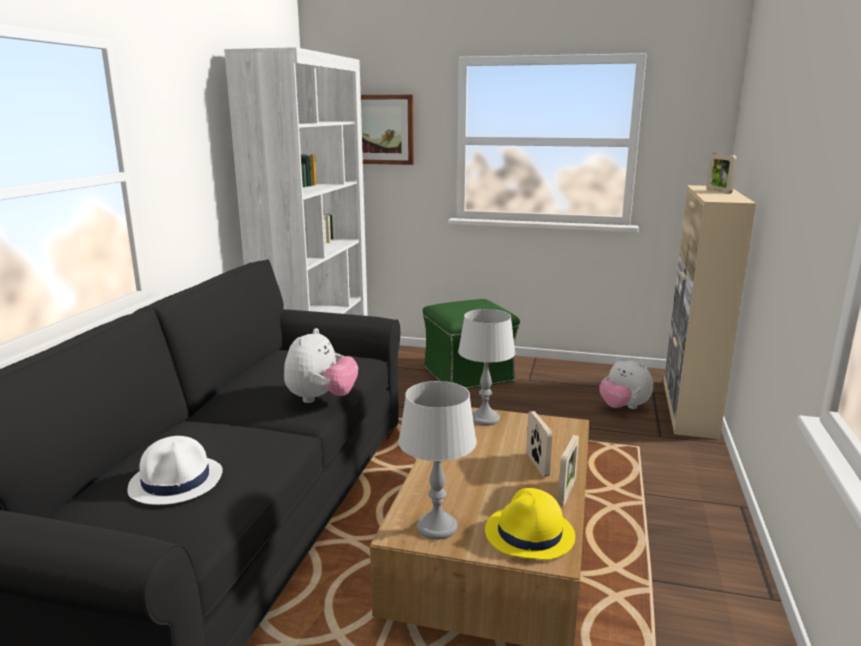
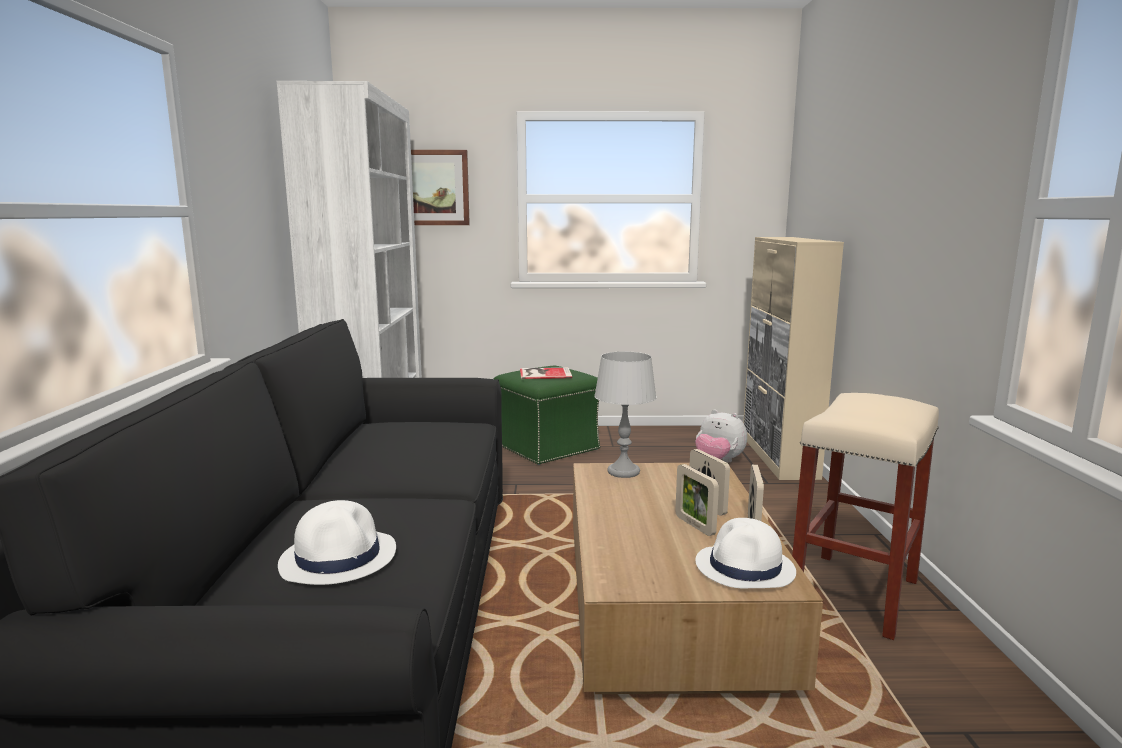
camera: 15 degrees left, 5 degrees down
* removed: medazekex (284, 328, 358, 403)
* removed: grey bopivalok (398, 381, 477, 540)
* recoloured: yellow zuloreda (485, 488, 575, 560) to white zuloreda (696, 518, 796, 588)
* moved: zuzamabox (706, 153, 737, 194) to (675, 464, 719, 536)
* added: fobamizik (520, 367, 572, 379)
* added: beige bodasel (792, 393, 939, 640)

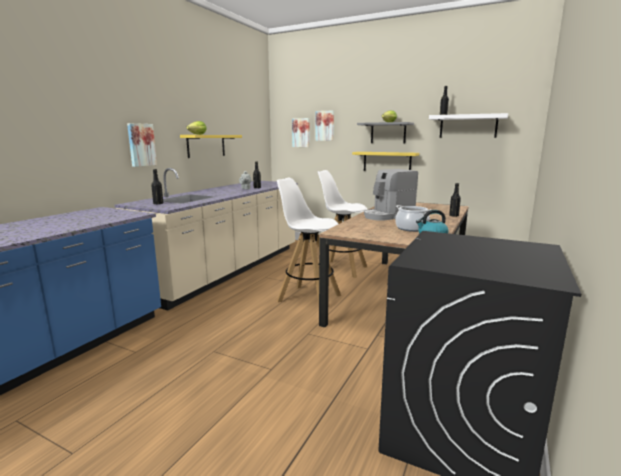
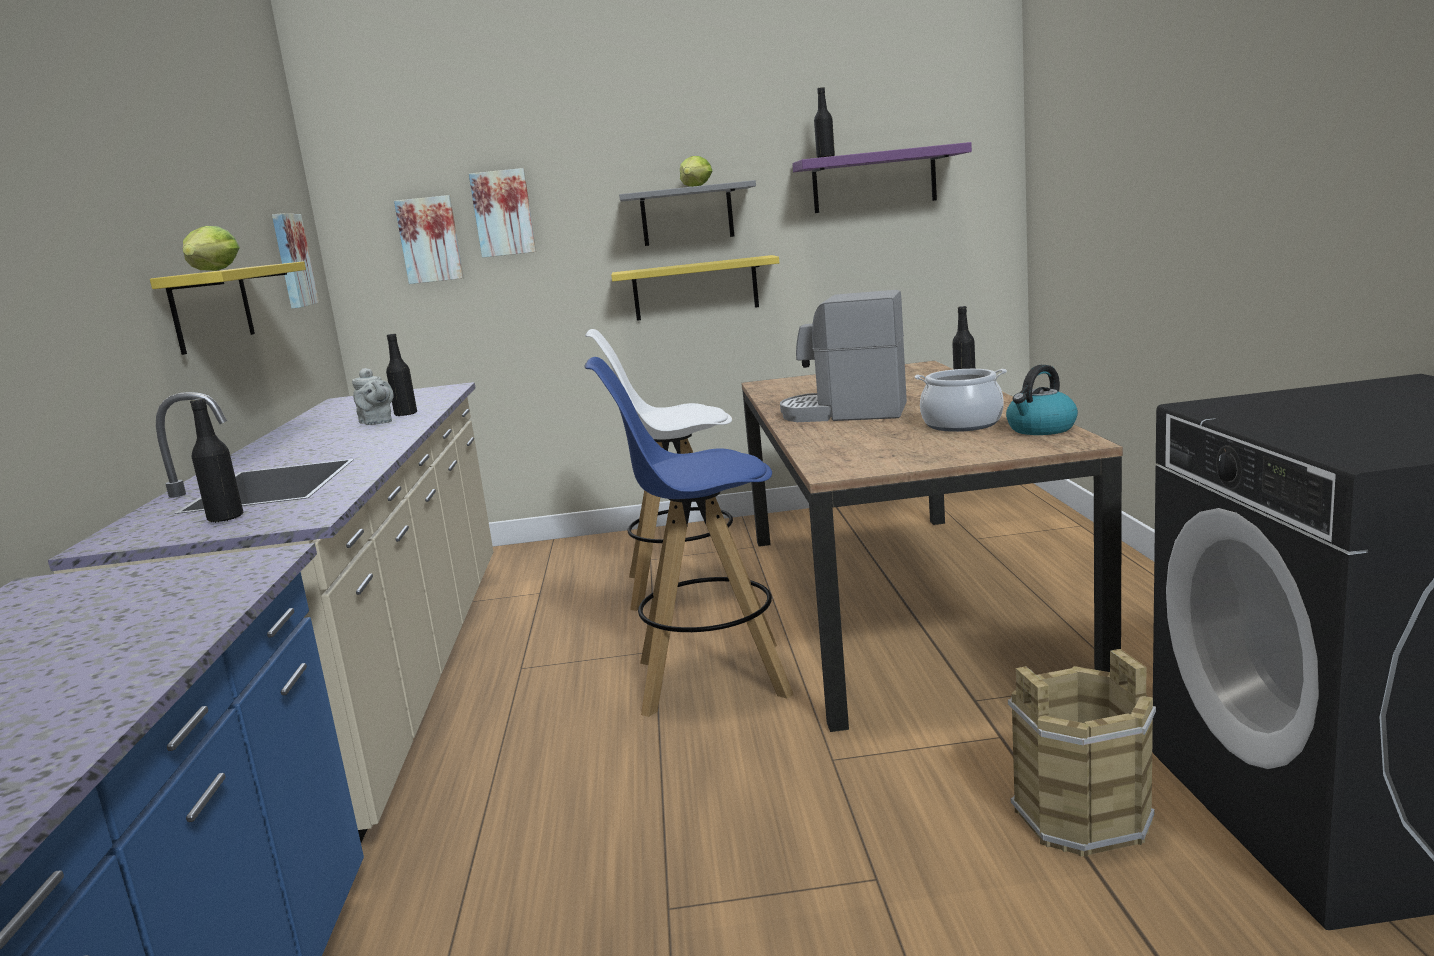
camera: 30 degrees left, 0 degrees up
* moved: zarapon (127, 123, 157, 167) to (272, 214, 319, 308)
* recoloured: white bodasel (277, 178, 341, 304) to blue bodasel (584, 357, 794, 717)
* turned: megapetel (364, 169, 418, 221) = (780, 290, 907, 422) 75 degrees clockwise
* recoloured: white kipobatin (429, 113, 508, 138) to purple kipobatin (792, 142, 972, 213)
* added: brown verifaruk (1008, 649, 1156, 857)

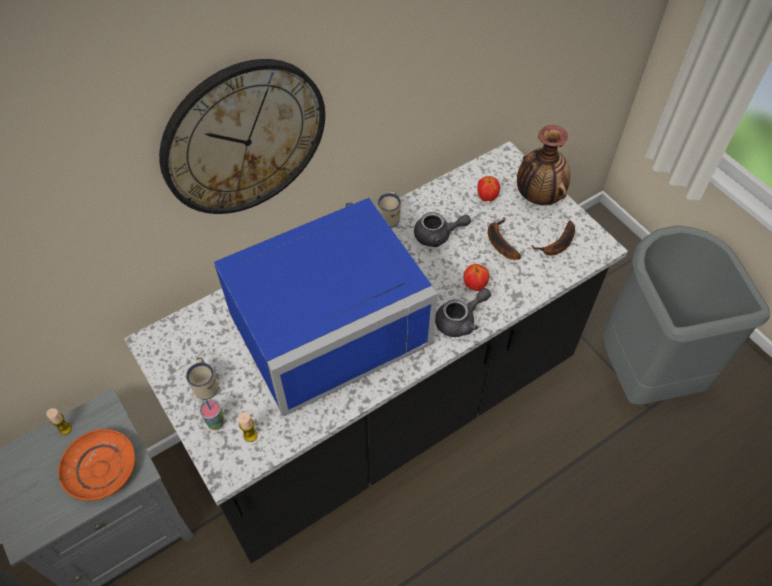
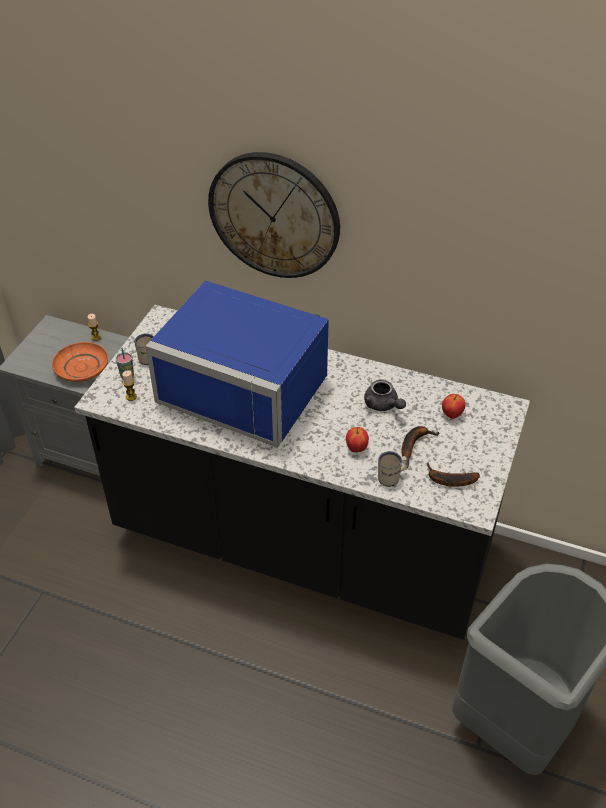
camera: 55 degrees right, 10 degrees down
* moved: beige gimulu (378, 191, 401, 228) to (378, 451, 409, 487)
* removed: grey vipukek (435, 288, 491, 337)
* removed: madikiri (517, 125, 570, 206)

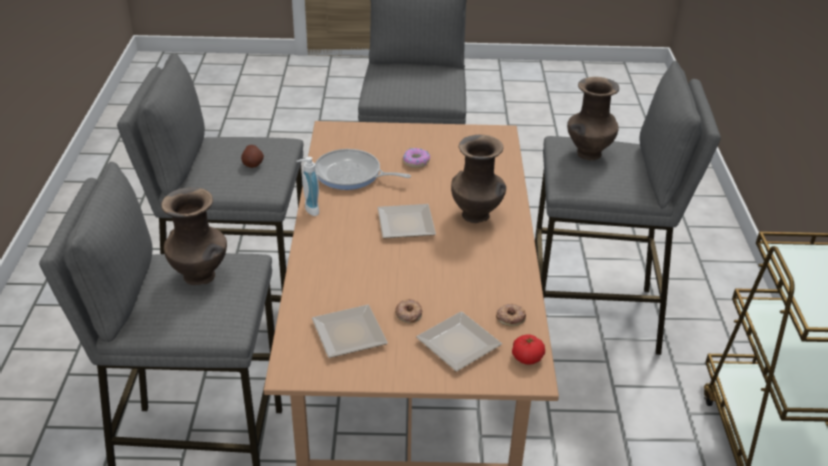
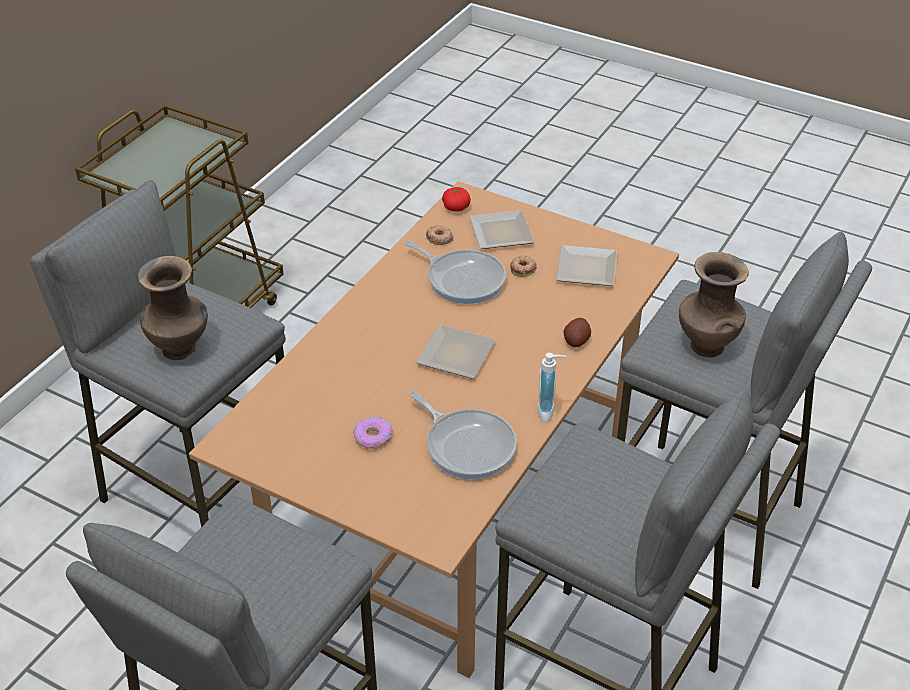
camera: 150 degrees left, 5 degrees up
* moved: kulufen (241, 145, 264, 168) to (563, 318, 591, 347)
* removed: brown madikiri (451, 135, 506, 223)
* added: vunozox (405, 241, 506, 304)

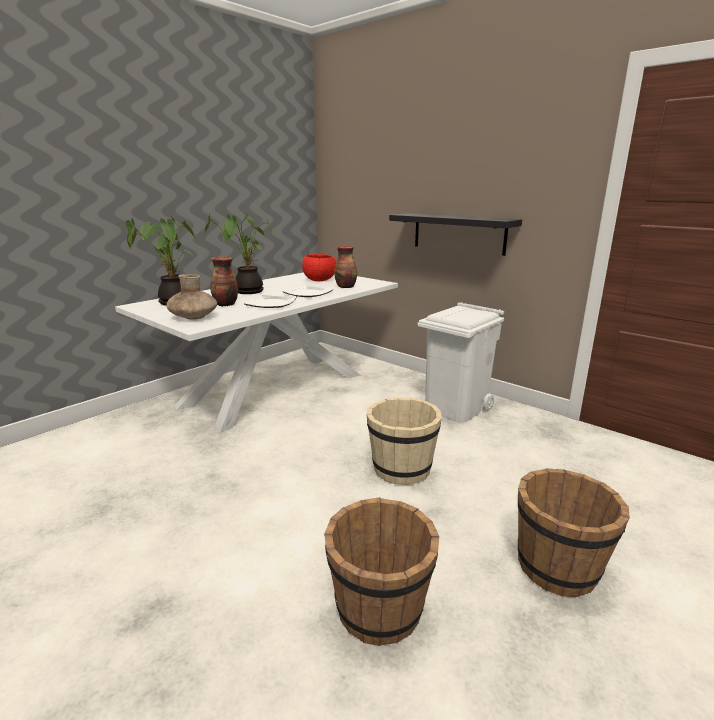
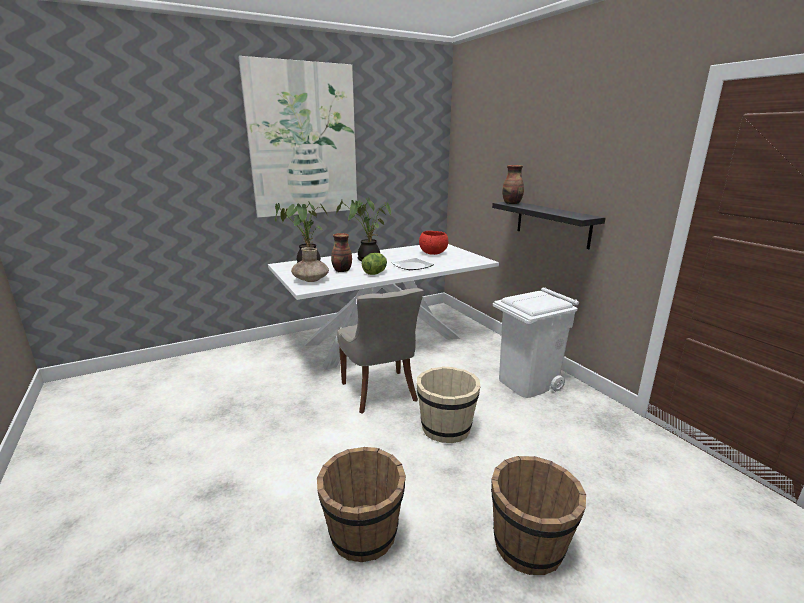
camera: 20 degrees right, 0 degrees up
* replaced: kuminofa (244, 295, 297, 308) to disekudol (362, 253, 387, 275)
* moved: madikiri (334, 246, 357, 288) to (502, 165, 524, 204)
* added: zarapon (238, 56, 357, 218)
* added: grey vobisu (337, 288, 424, 414)

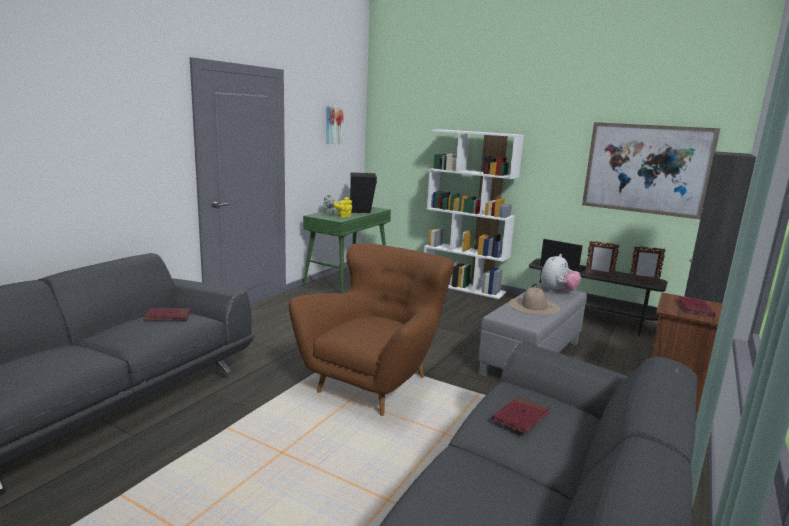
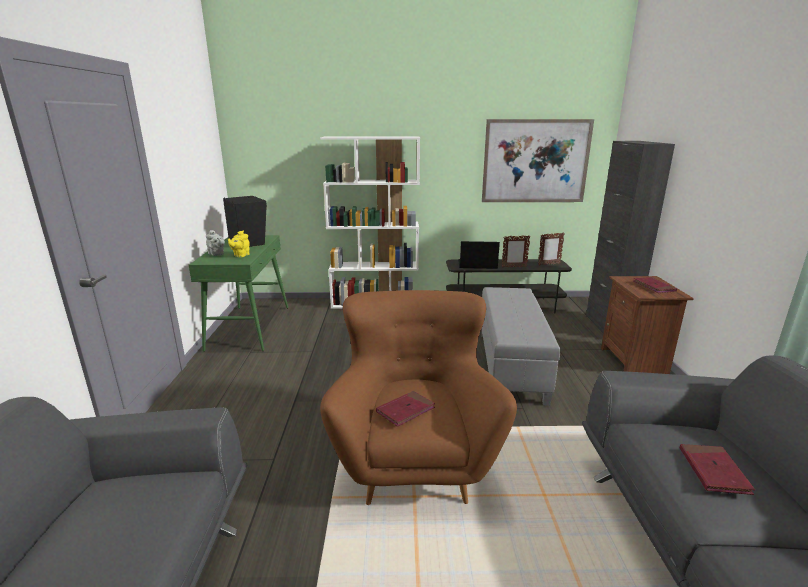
camera: 30 degrees left, 5 degrees up
* moved: red fobamizik (144, 308, 191, 321) to (376, 391, 435, 427)
* removed: zarapon (326, 106, 344, 144)
* removed: beige zuloreda (509, 287, 560, 315)
* removed: medazekex (541, 254, 581, 292)

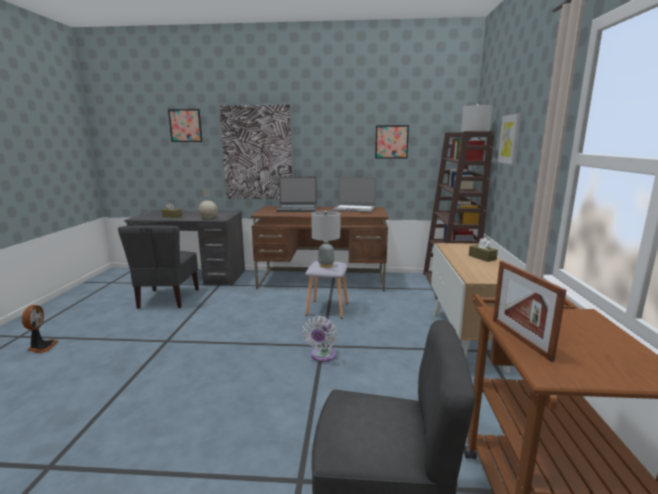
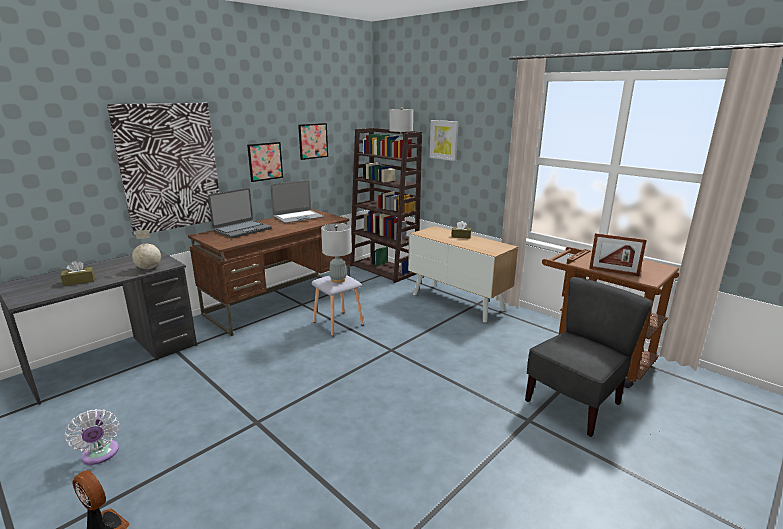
camera: 50 degrees left, 5 degrees up
* removed: grey vobisu (118, 225, 199, 309)
* moved: zarapon (168, 109, 202, 142) to (247, 142, 283, 182)
* moved: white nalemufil (303, 316, 337, 362) to (65, 409, 119, 465)

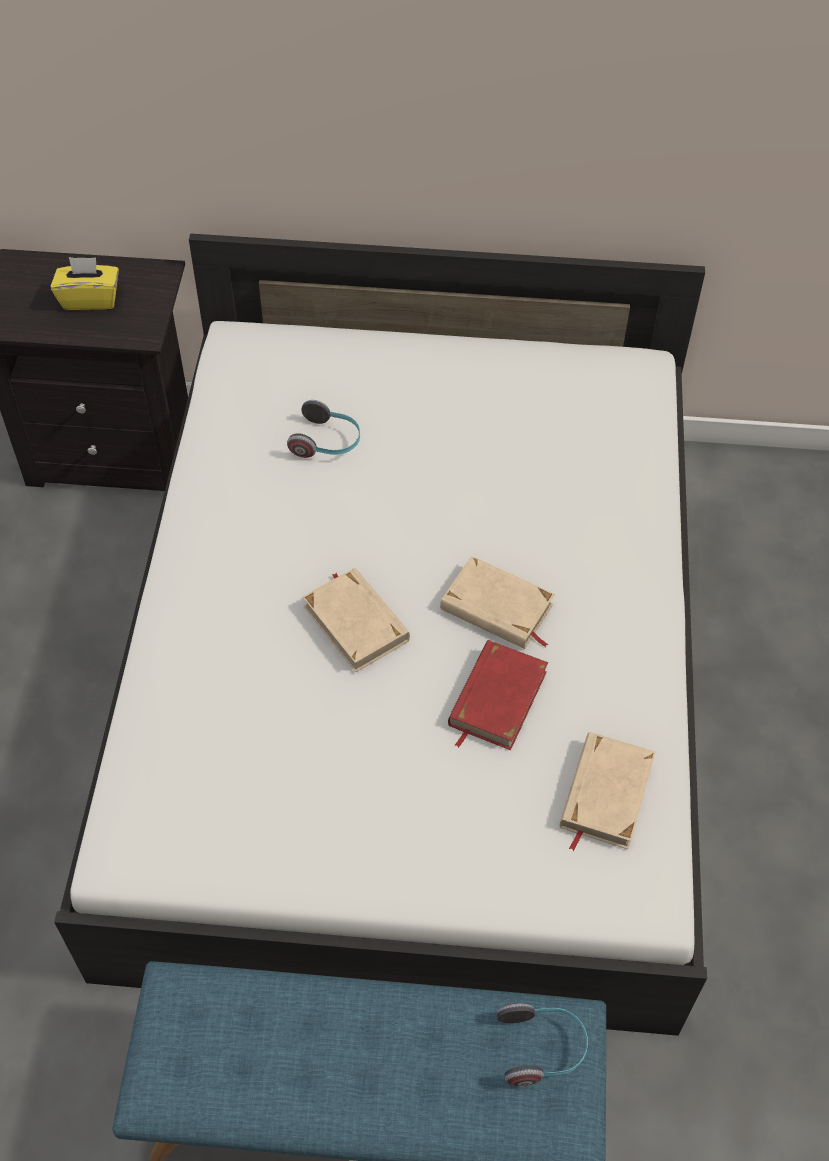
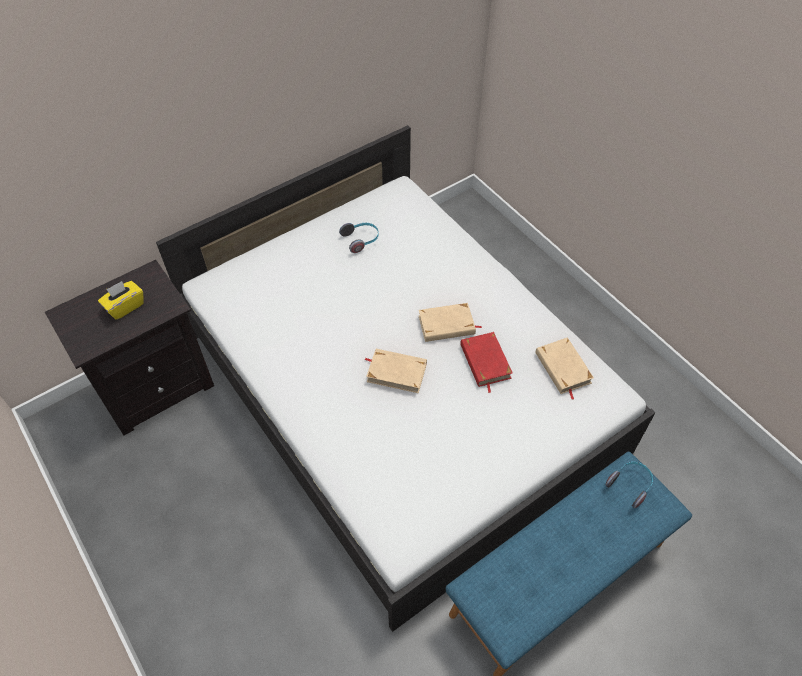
camera: 40 degrees left, 0 degrees up
* moved: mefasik (287, 400, 360, 458) to (339, 223, 379, 253)

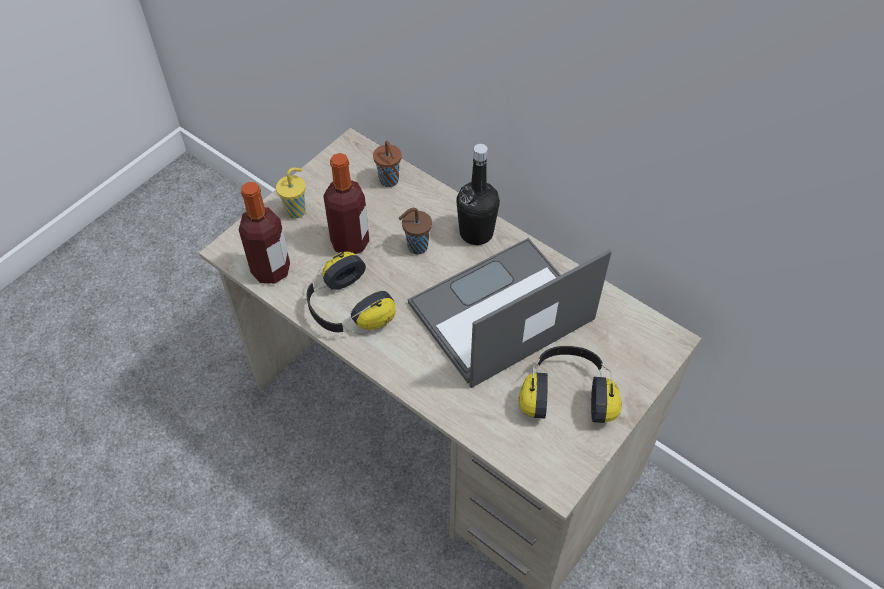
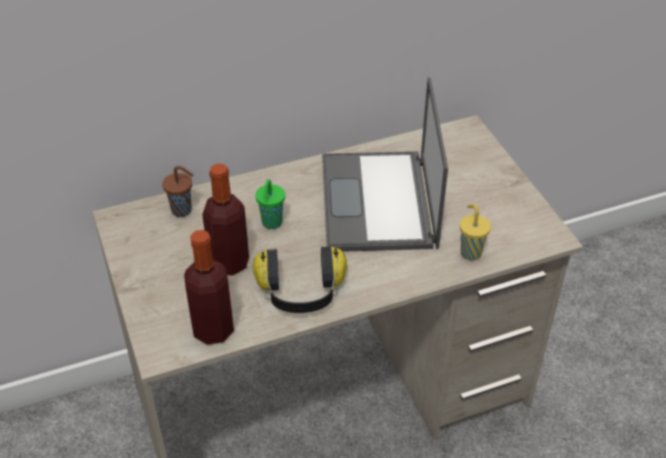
camera: 60 degrees left, 10 degrees down
* moved: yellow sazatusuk (276, 167, 306, 219) to (460, 204, 491, 260)
* recoloured: brown sazatusuk (399, 208, 432, 255) to green sazatusuk (255, 179, 285, 229)
* removed: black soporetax (456, 144, 500, 245)
* removed: mefasik (518, 346, 622, 423)

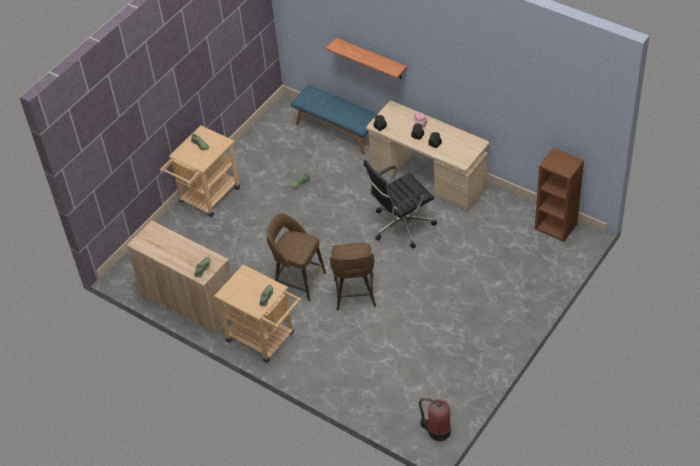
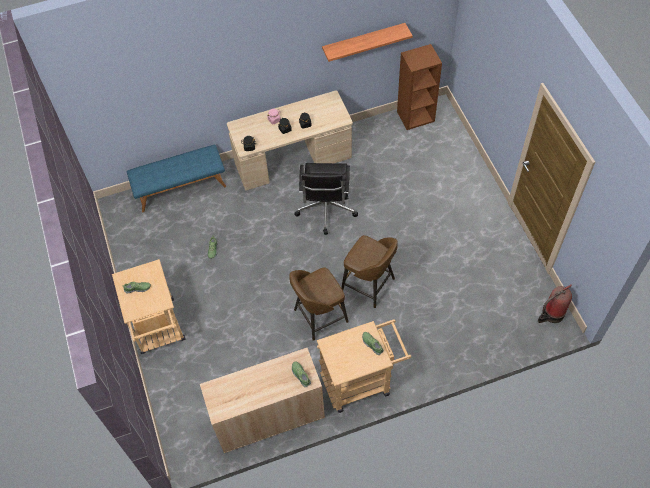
camera: 55 degrees left, 10 degrees up
* moved: kipobatin (326, 38, 407, 79) to (322, 23, 413, 62)

